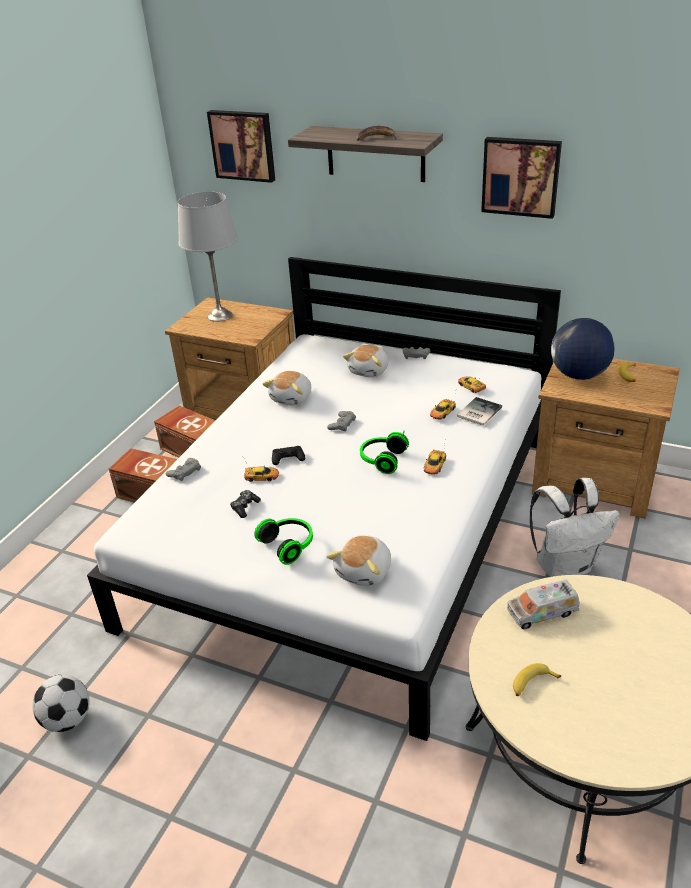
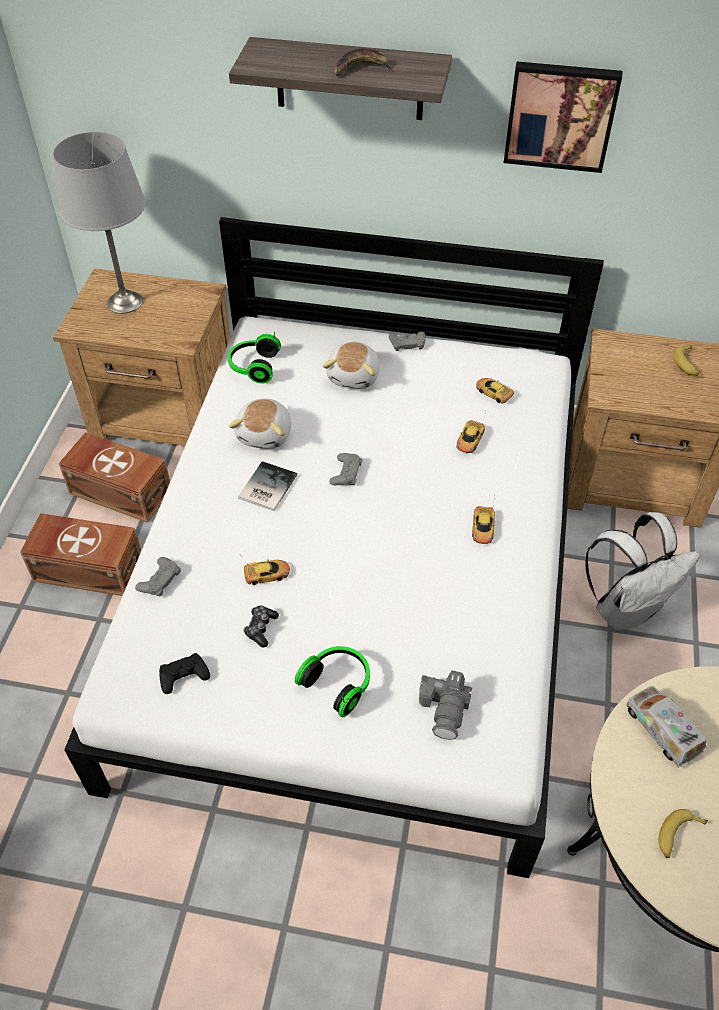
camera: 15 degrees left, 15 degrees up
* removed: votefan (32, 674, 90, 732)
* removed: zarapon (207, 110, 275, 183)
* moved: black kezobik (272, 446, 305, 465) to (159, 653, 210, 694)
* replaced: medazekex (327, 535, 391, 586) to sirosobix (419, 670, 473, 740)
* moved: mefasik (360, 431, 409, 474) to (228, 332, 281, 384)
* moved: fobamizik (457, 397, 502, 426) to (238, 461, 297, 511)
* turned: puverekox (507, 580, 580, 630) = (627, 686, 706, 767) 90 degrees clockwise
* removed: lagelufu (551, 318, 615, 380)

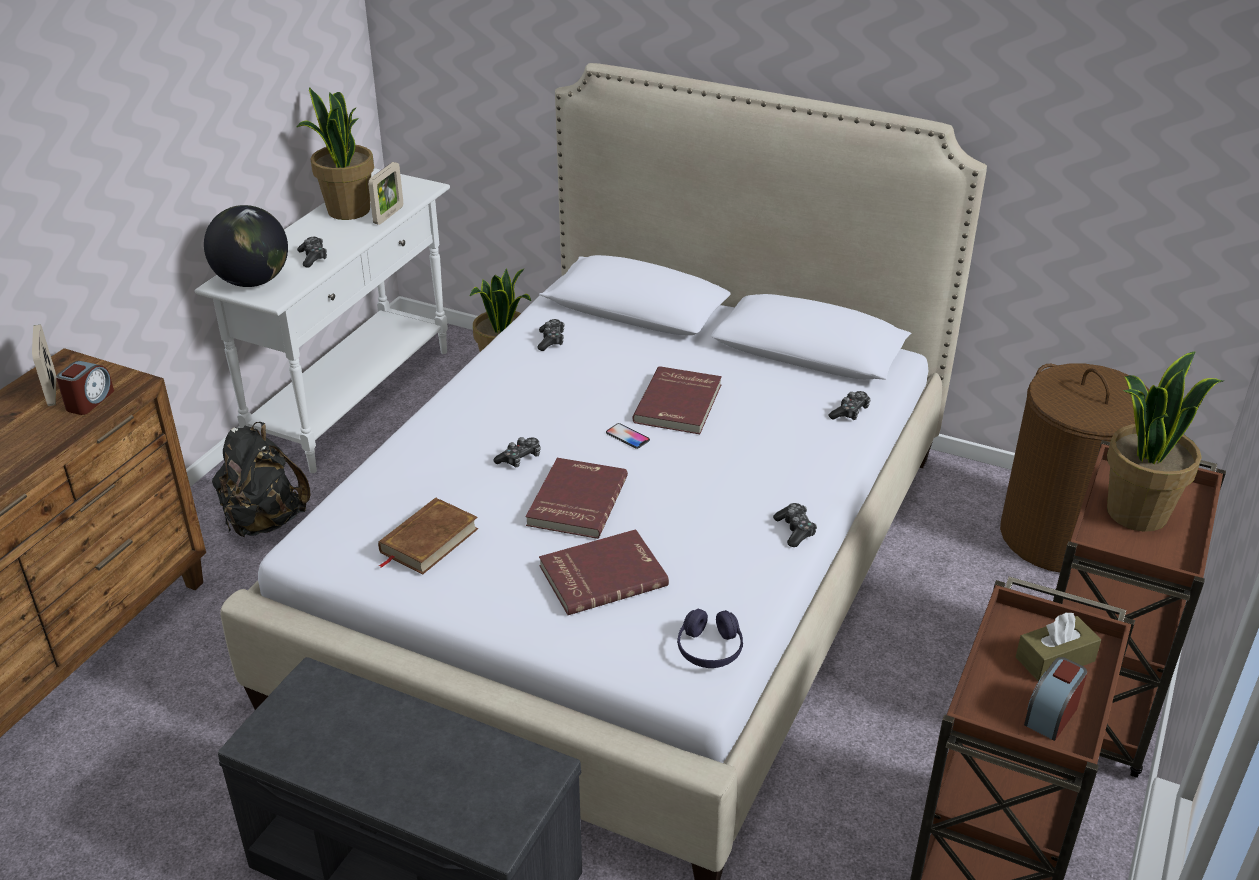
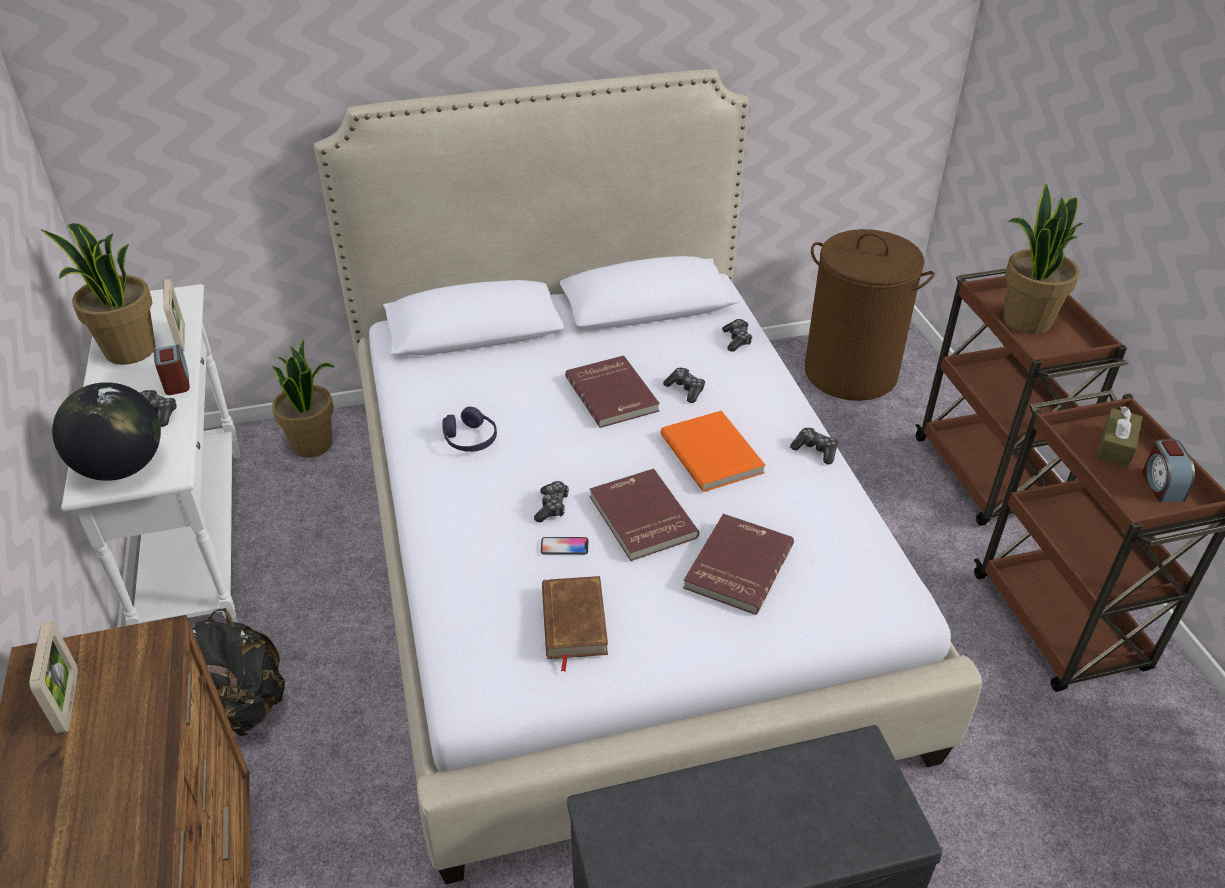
camera: 40 degrees left, 5 degrees up
* turned: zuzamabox (32, 324, 56, 406) = (30, 620, 78, 734) 135 degrees counterclockwise
* moved: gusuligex (56, 361, 114, 415) to (154, 344, 190, 395)
* moved: kezobik (537, 319, 564, 351) to (663, 368, 705, 403)
* moved: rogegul (606, 423, 650, 449) to (541, 537, 589, 555)
* moved: purple mefasik (677, 609, 743, 668) to (442, 407, 497, 452)
* added: orange fobamizik (661, 411, 765, 492)

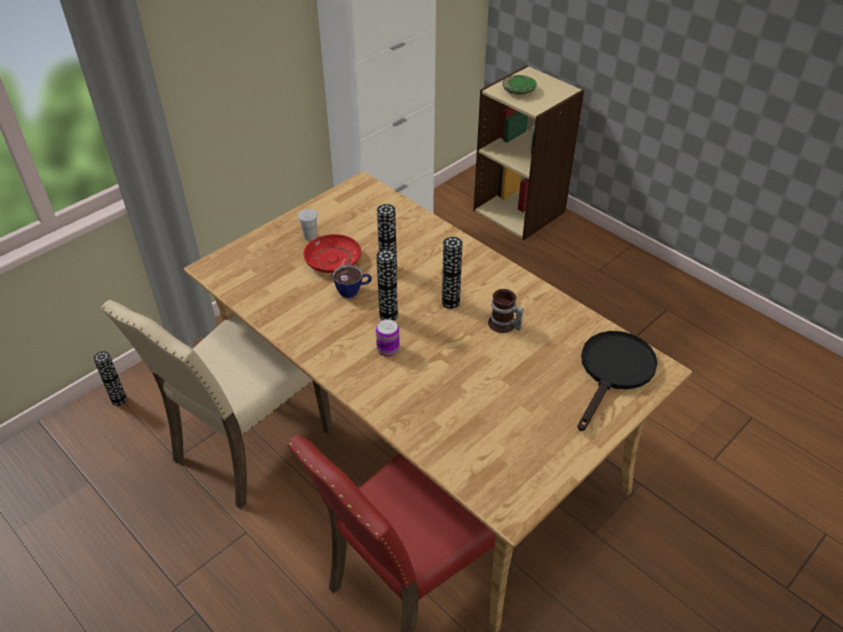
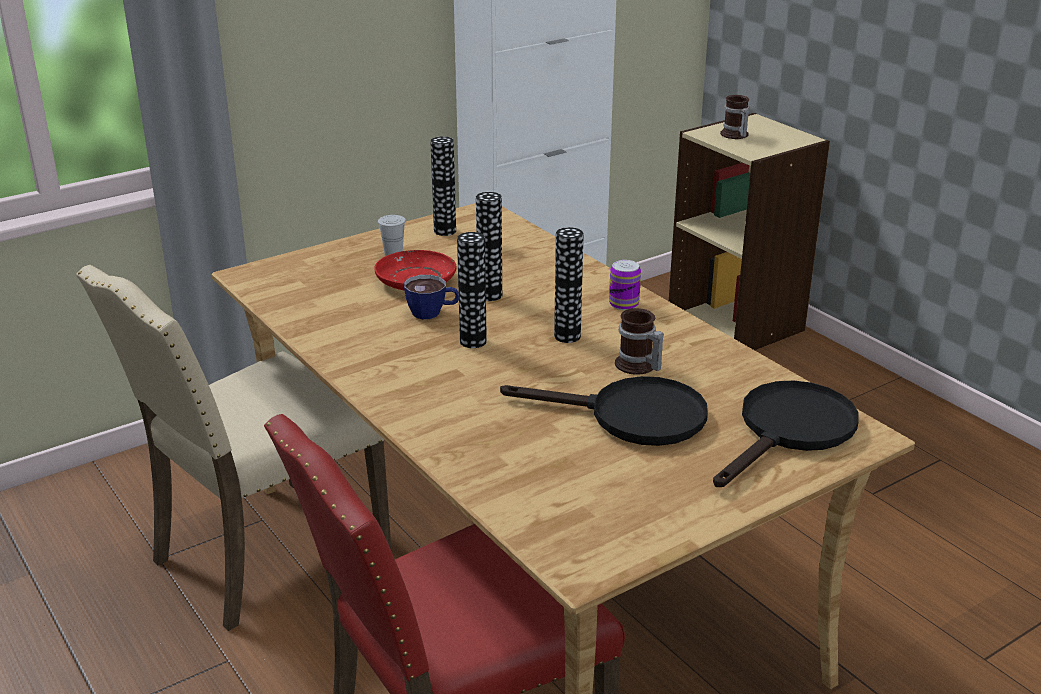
camera: 10 degrees right, 15 degrees down
* moved: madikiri (93, 351, 127, 406) to (430, 136, 456, 236)
* moved: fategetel (376, 319, 400, 357) to (609, 260, 641, 310)
* replaced: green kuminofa (503, 75, 537, 95) to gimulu (720, 95, 749, 139)
* added: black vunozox (500, 376, 708, 446)

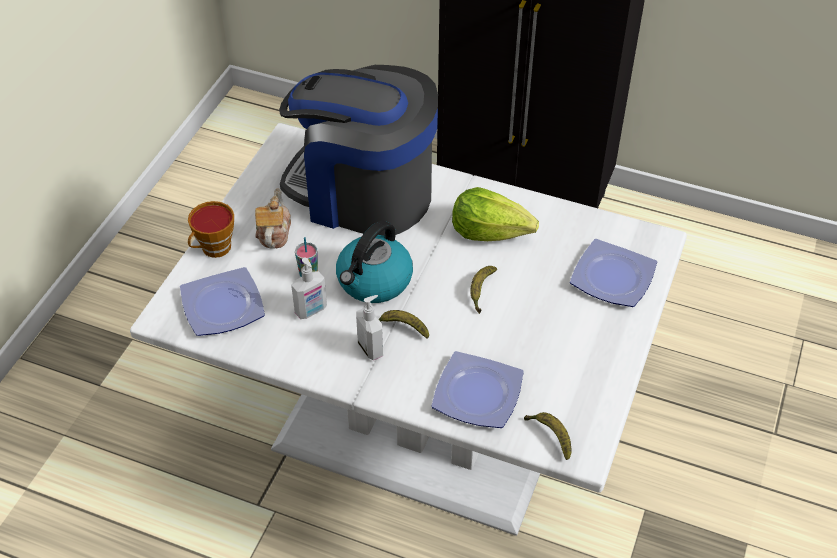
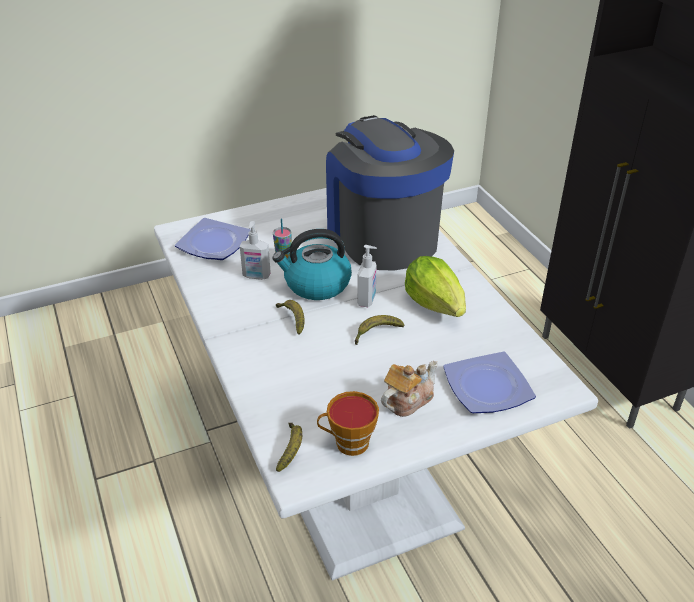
camera: 45 degrees right, 10 degrees down
* moved: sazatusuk (188, 201, 234, 258) to (317, 391, 379, 456)
* moved: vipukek (255, 188, 291, 249) to (381, 361, 438, 417)
* moved: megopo (356, 295, 383, 361) to (357, 245, 377, 307)
* removed: kuminofa (431, 351, 524, 428)

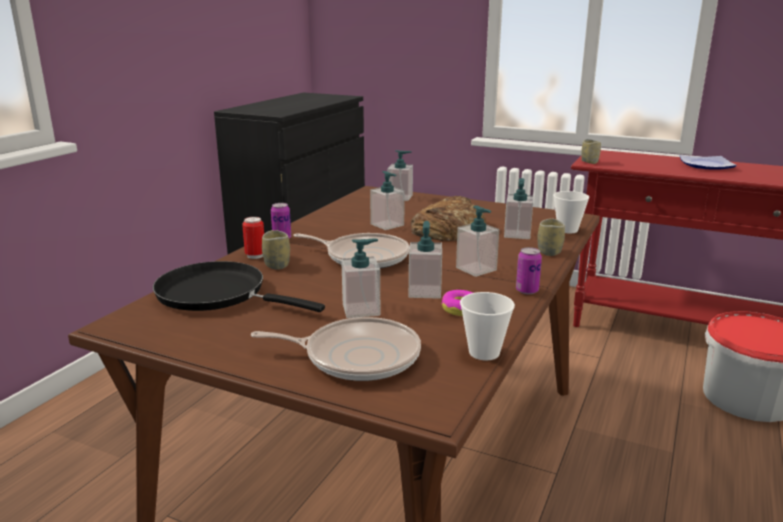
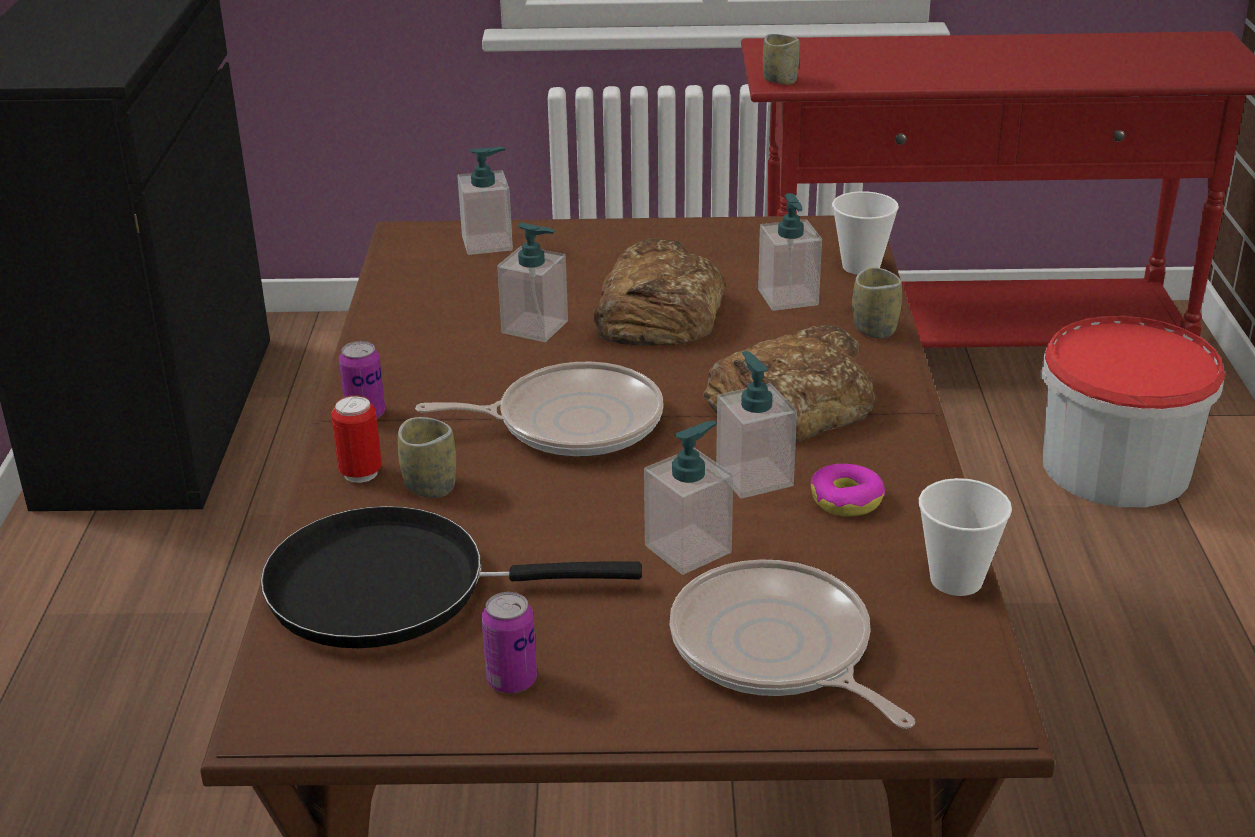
camera: 25 degrees left, 10 degrees up
* turned: vunozox (251, 317, 421, 381) = (670, 559, 915, 729) 105 degrees counterclockwise
* replaced: megopo (456, 205, 499, 277) to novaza (703, 325, 875, 442)
* moved: fategetel (516, 247, 542, 294) to (482, 592, 537, 693)
* removed: kuminofa (679, 155, 737, 170)

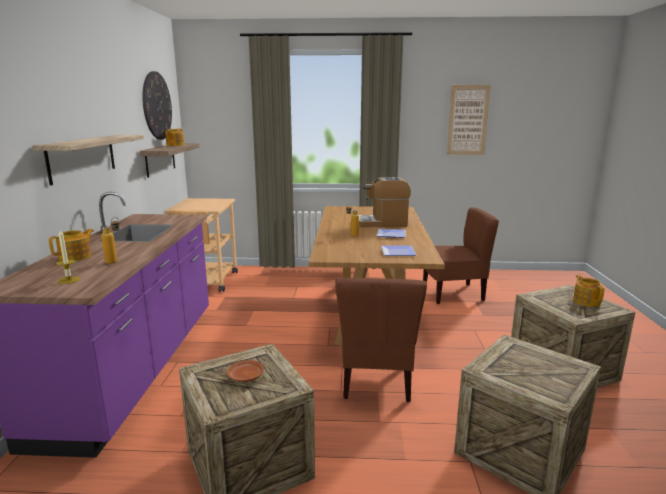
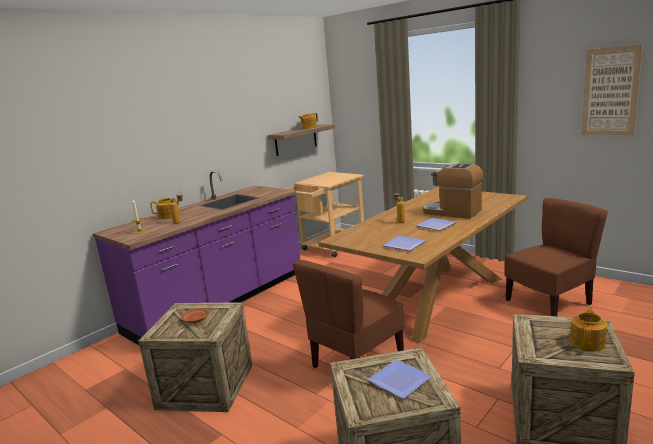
camera: 40 degrees right, 0 degrees up
* removed: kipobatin (33, 135, 144, 185)
* removed: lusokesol (142, 71, 172, 140)
* turned: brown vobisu (423, 207, 499, 304) = (504, 198, 608, 316) 60 degrees counterclockwise
* added: kuminofa (367, 359, 432, 399)

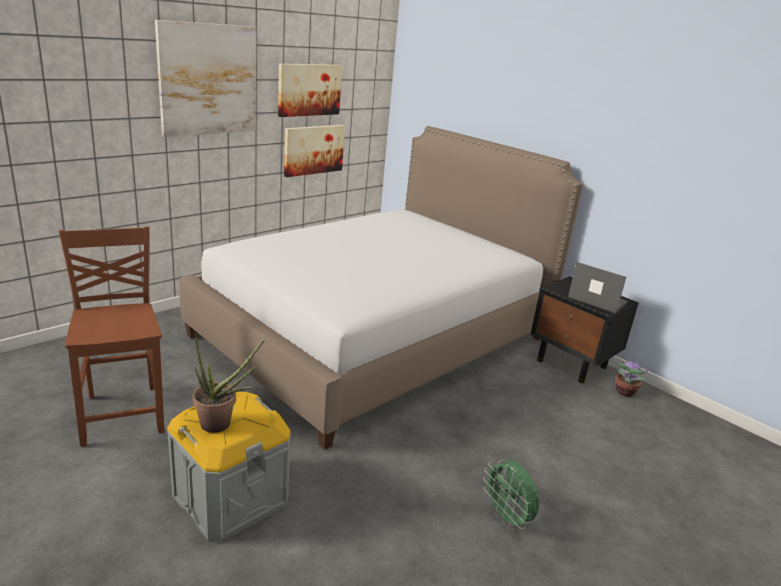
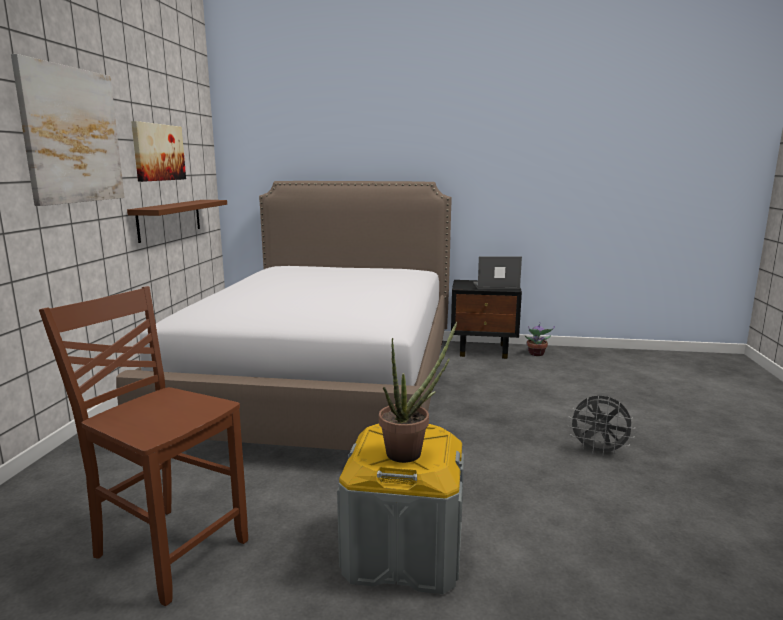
camera: 35 degrees left, 10 degrees down
* replaced: zarapon (284, 125, 345, 177) to brown kipobatin (127, 200, 227, 243)
* recoloured: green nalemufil (483, 460, 539, 530) to grey nalemufil (568, 395, 636, 456)

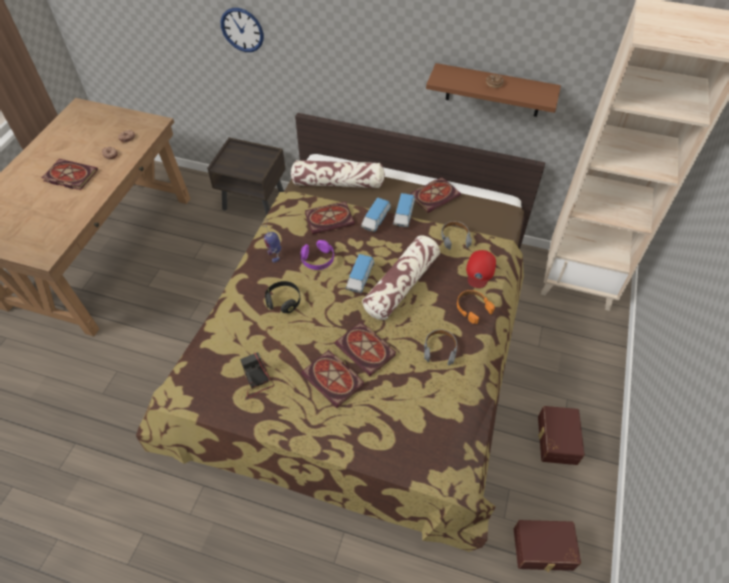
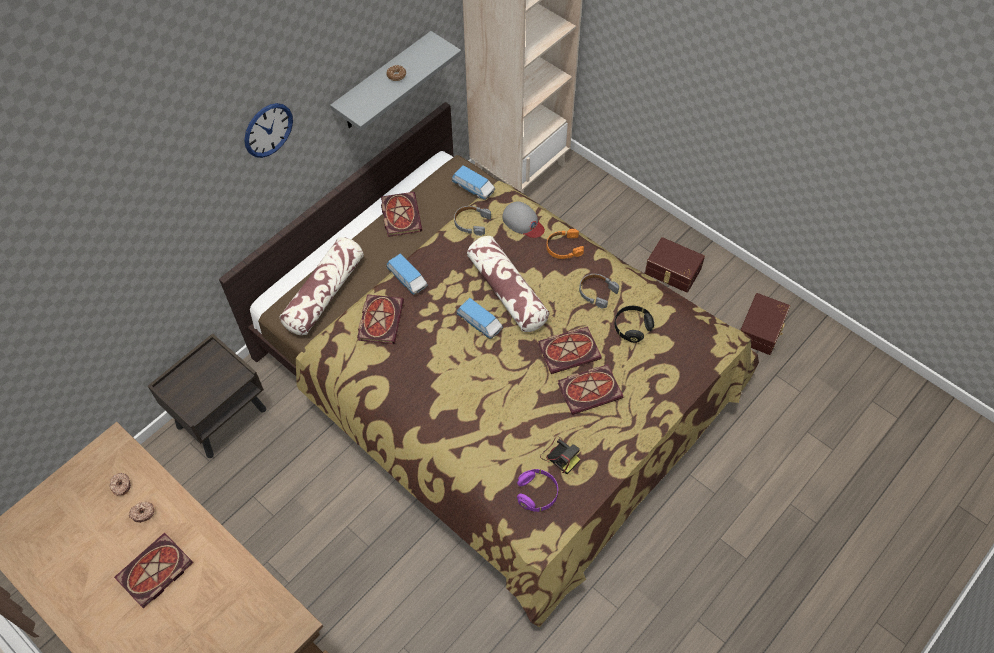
camera: 65 degrees left, 5 degrees up
* moved: lusokesol (221, 8, 264, 52) to (244, 103, 293, 158)
* turned: sirosobix (240, 352, 274, 398) = (540, 437, 581, 474) 135 degrees counterclockwise
* removed: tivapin (262, 219, 281, 263)
* moved: black mefasik (265, 281, 300, 313) to (615, 306, 654, 343)
* moved: purple mefasik (301, 240, 334, 270) to (517, 469, 558, 512)
* moved: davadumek (393, 193, 415, 227) to (451, 165, 495, 200)
* recoloured: brown kipobatin (426, 63, 561, 117) to grey kipobatin (330, 31, 461, 131)
* recoloured: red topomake (466, 250, 496, 288) to grey topomake (502, 201, 545, 238)

